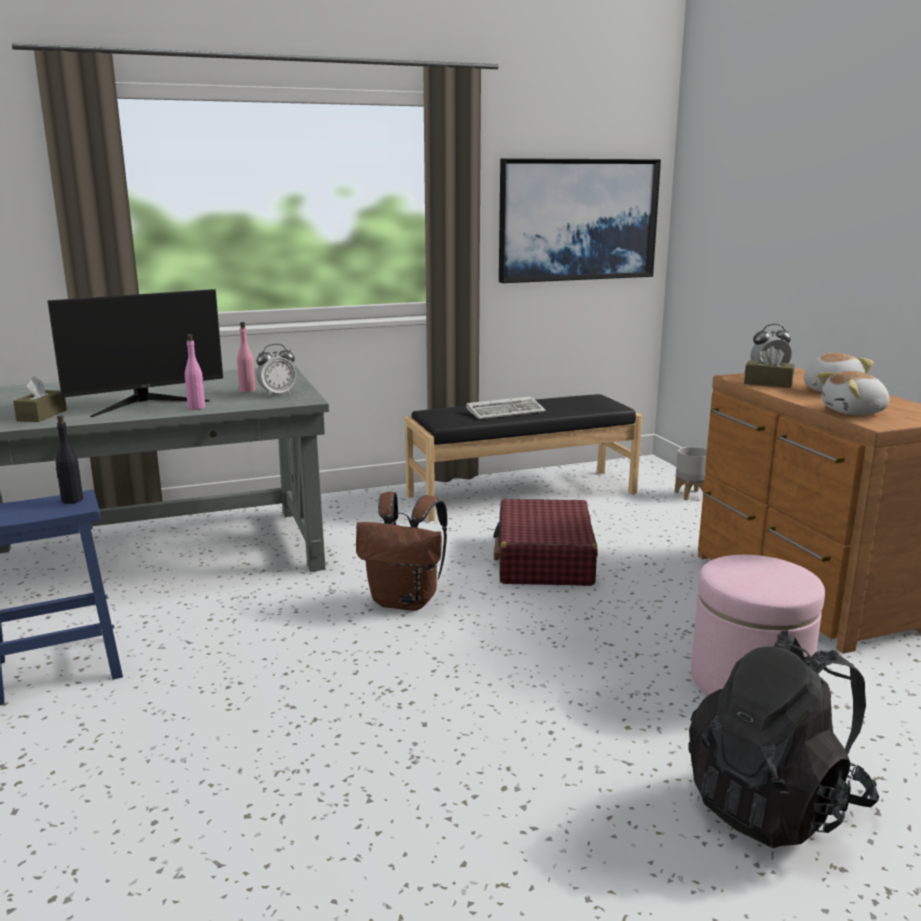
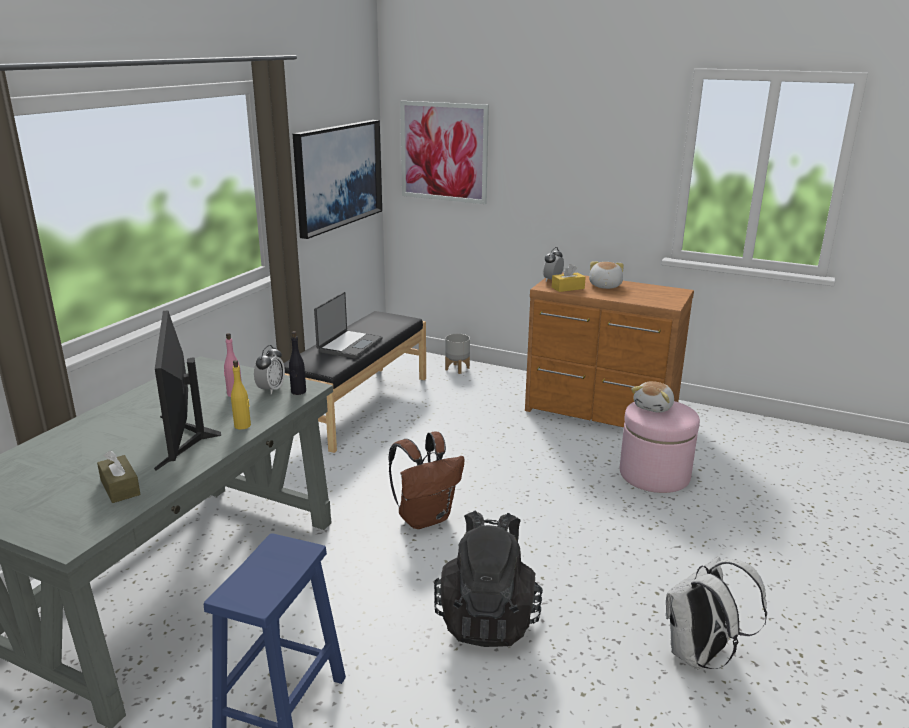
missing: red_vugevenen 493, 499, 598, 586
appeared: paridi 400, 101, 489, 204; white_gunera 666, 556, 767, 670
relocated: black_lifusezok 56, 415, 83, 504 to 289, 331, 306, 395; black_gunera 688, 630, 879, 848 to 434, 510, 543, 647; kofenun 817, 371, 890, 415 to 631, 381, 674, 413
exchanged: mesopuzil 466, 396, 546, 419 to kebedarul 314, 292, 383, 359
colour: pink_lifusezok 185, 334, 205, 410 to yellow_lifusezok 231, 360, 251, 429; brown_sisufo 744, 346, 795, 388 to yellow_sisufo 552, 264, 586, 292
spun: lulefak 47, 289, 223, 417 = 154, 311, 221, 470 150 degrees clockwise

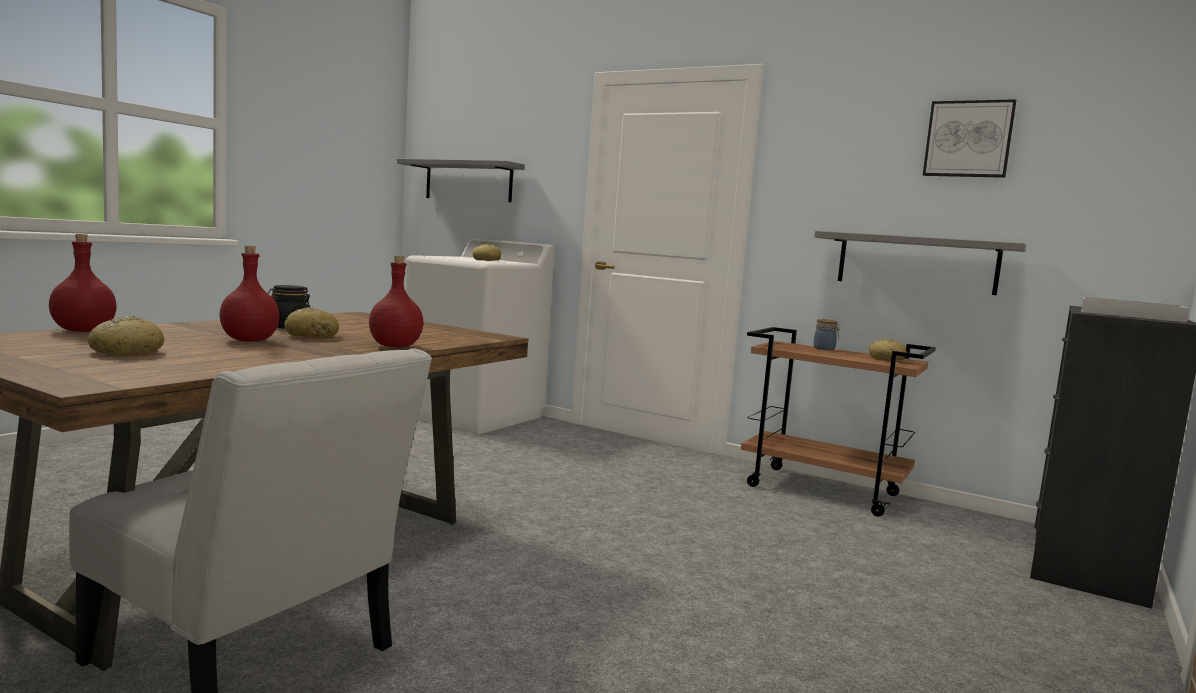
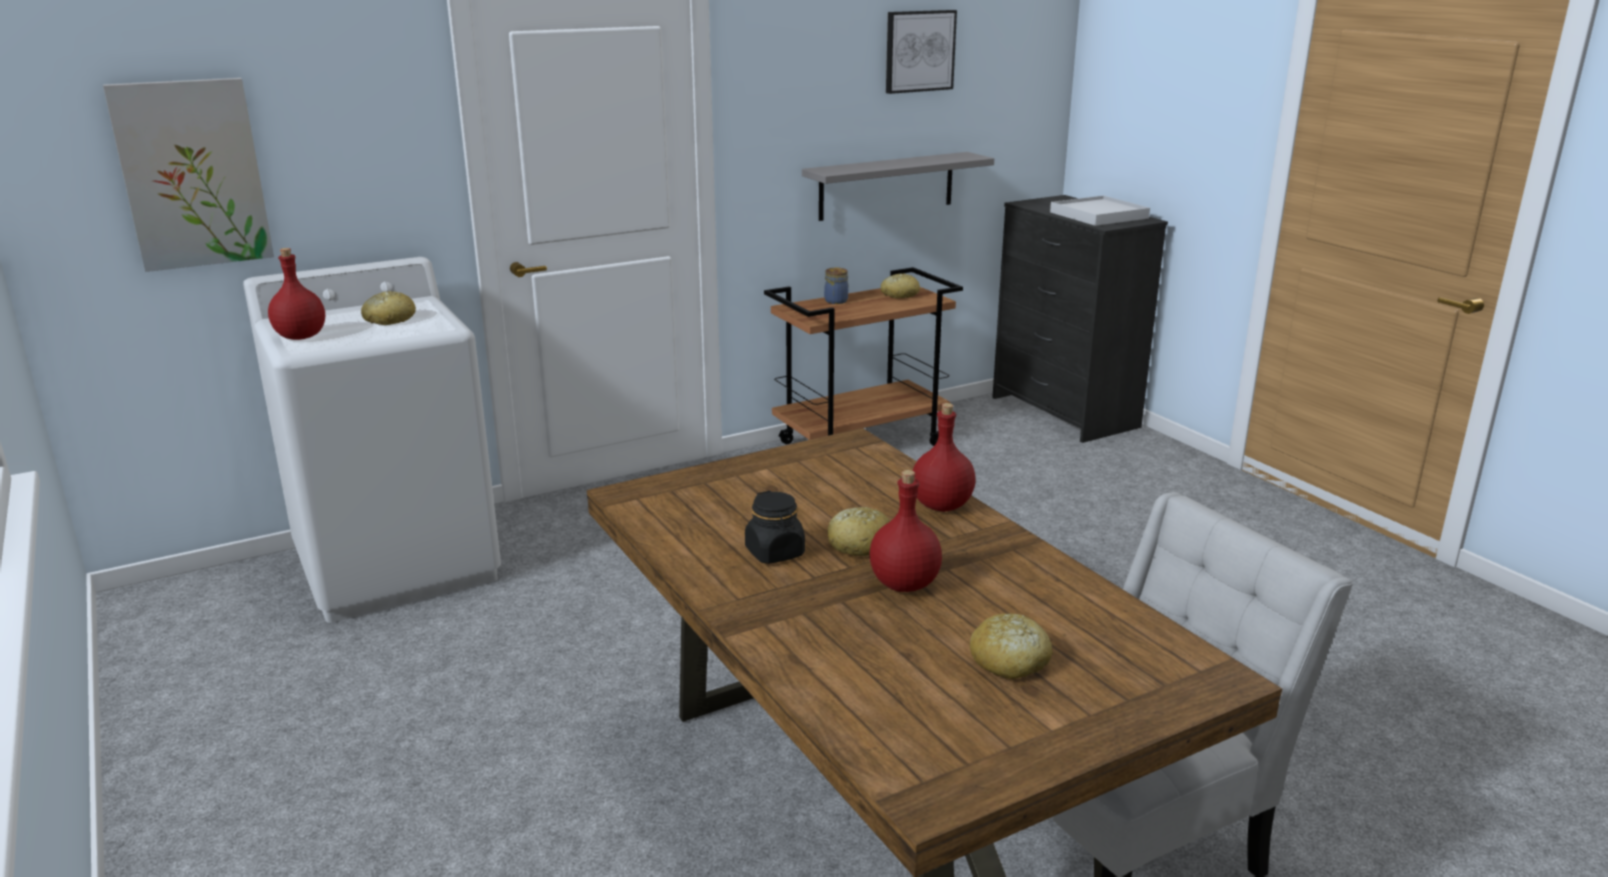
relocated: red_lifusezok 49, 234, 117, 332 to 268, 248, 325, 340
exchanged: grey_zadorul 397, 159, 525, 202 to paridi 103, 78, 274, 272

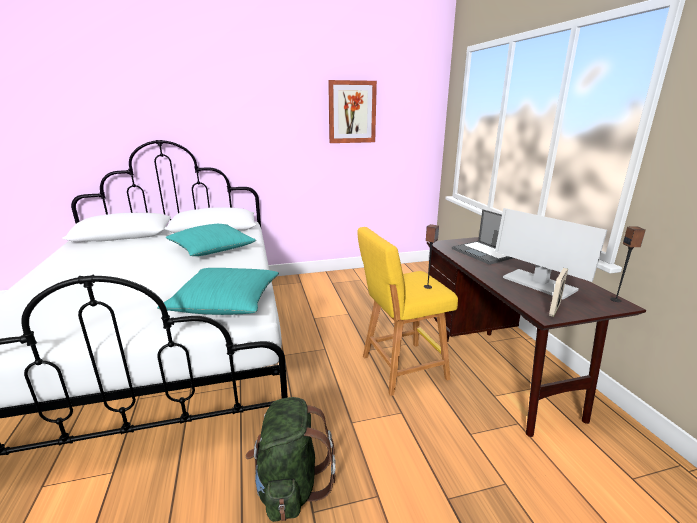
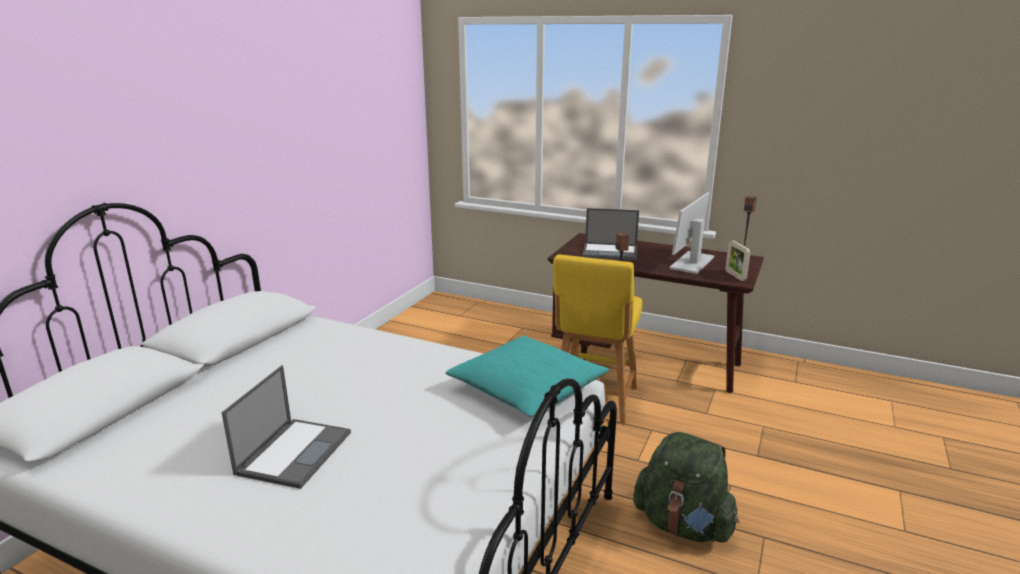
missing: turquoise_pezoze 166, 224, 256, 256; paridi 328, 80, 377, 143
appeared: kebedarul 222, 365, 351, 489
spun: lulefak 495, 208, 607, 300 = 670, 192, 714, 274 120 degrees clockwise

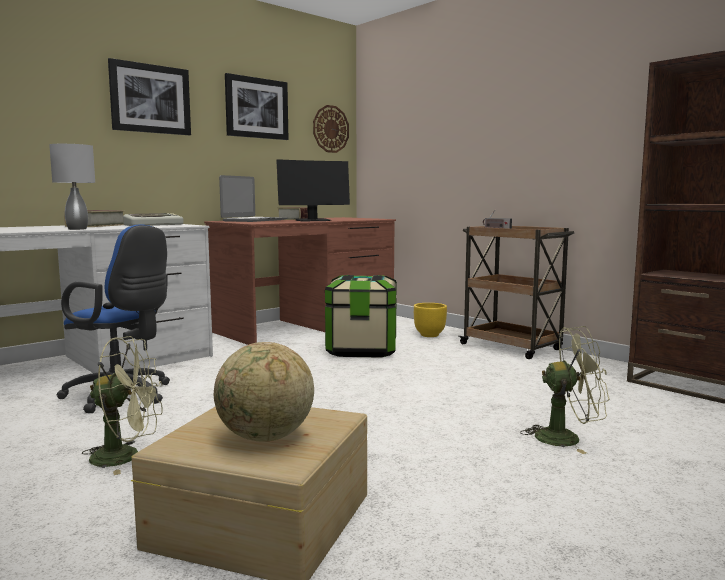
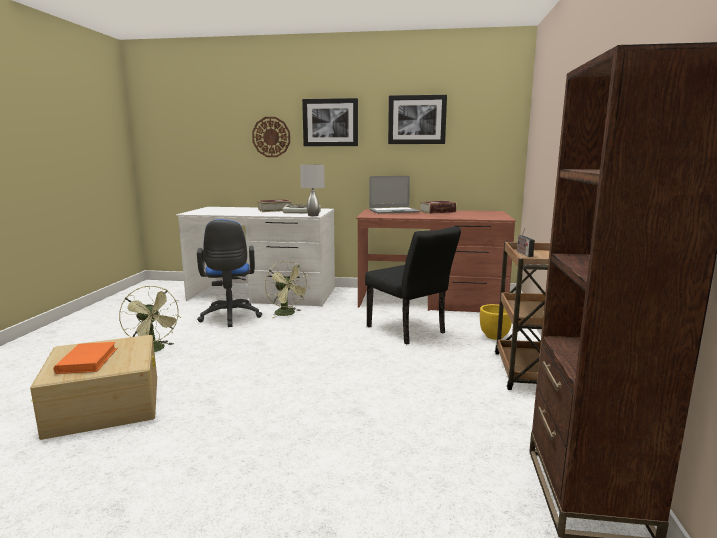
missing: lulefak 277, 159, 350, 221
relocated: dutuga 313, 105, 349, 153 to 252, 117, 290, 157; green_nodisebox 520, 326, 609, 454 to 265, 261, 309, 318; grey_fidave 49, 144, 95, 230 to 300, 164, 325, 216
exchanged: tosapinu 214, 342, 314, 442 to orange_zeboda 54, 342, 118, 374; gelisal 325, 275, 397, 358 to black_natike 365, 226, 461, 344

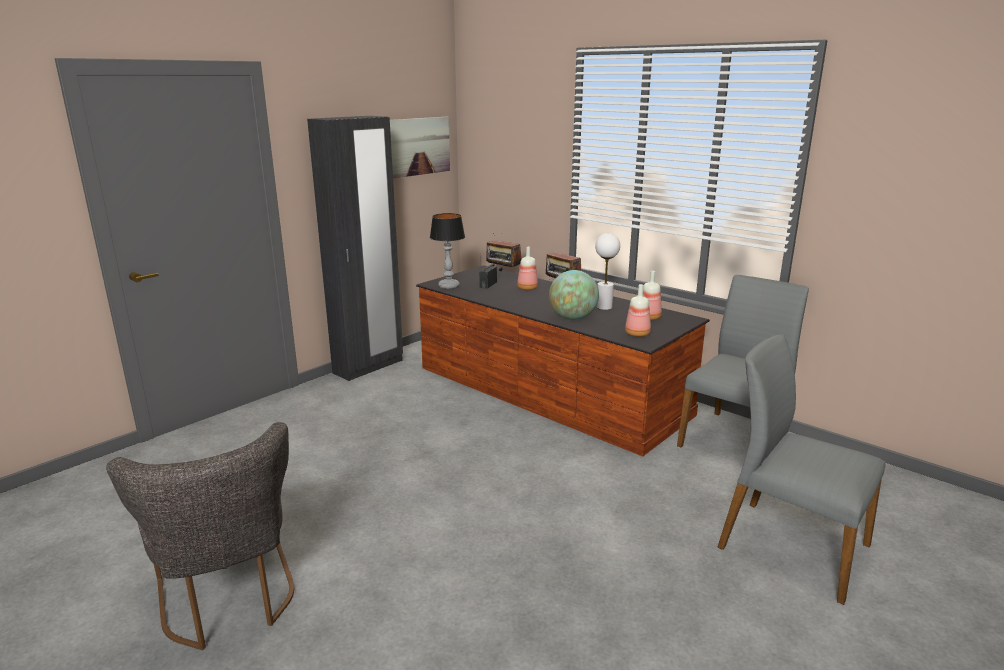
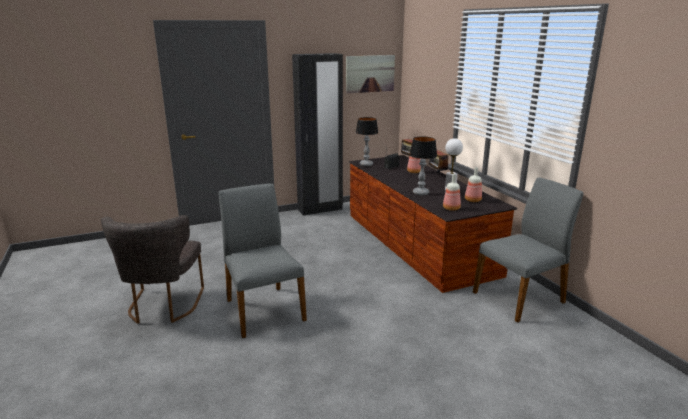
relocated: grey_natike 717, 335, 886, 605 to 218, 184, 307, 338
exchanged: tosapinu 549, 270, 599, 320 to fidave 409, 136, 437, 196

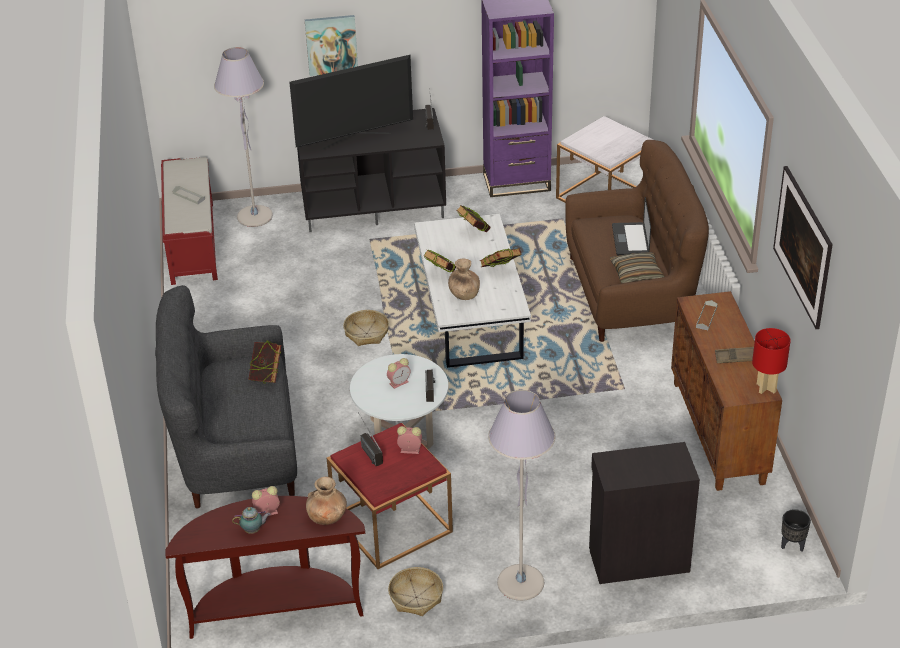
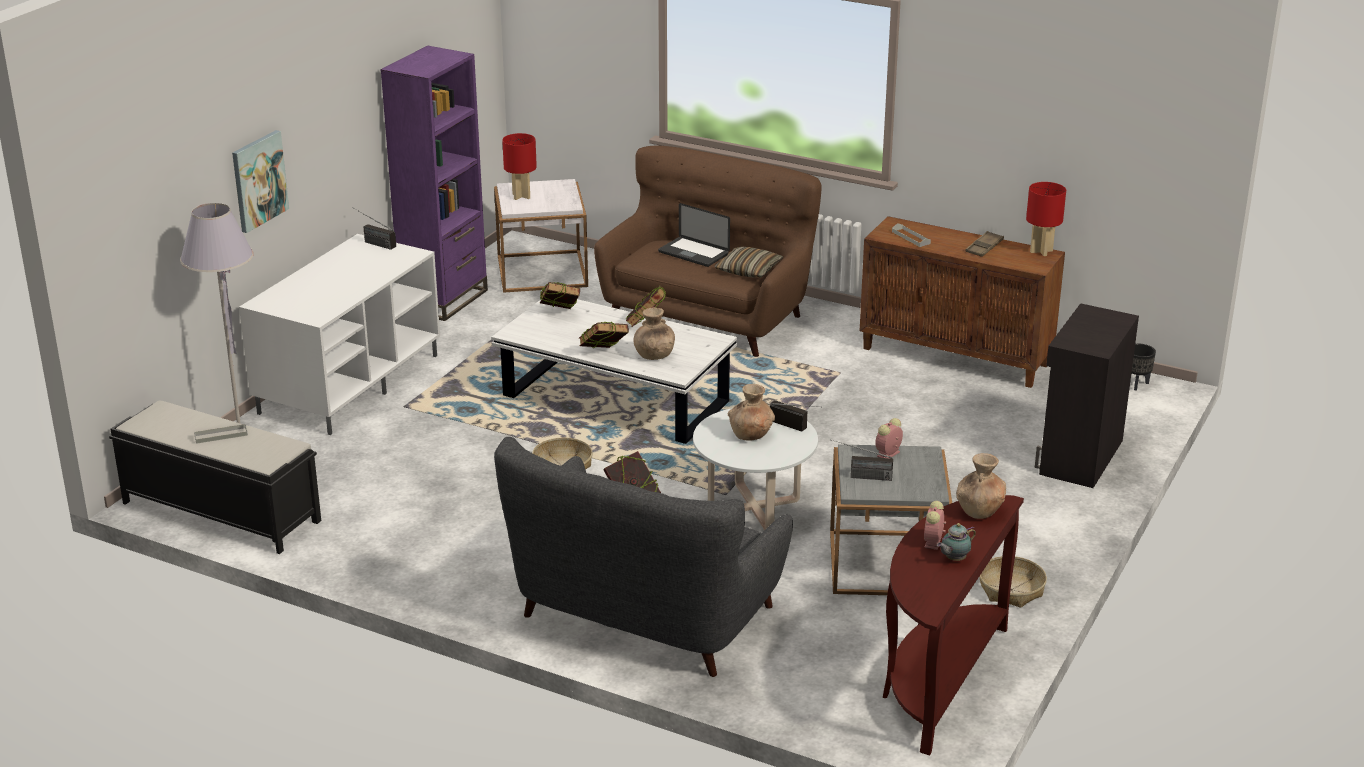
missing: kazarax 289, 55, 413, 150; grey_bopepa 488, 390, 556, 601; paridi 773, 166, 833, 329
appeared: red_fidave 502, 133, 537, 200
exchanged: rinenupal 387, 358, 410, 389 to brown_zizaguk 728, 384, 775, 441
colour: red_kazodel 161, 157, 218, 285 to black_kazodel 109, 400, 321, 554; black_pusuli 297, 108, 446, 232 to white_pusuli 239, 234, 440, 435; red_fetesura 327, 423, 453, 569 to grey_fetesura 830, 444, 952, 595
spun: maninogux 232, 507, 271, 534 = 937, 523, 976, 561 150 degrees counterclockwise

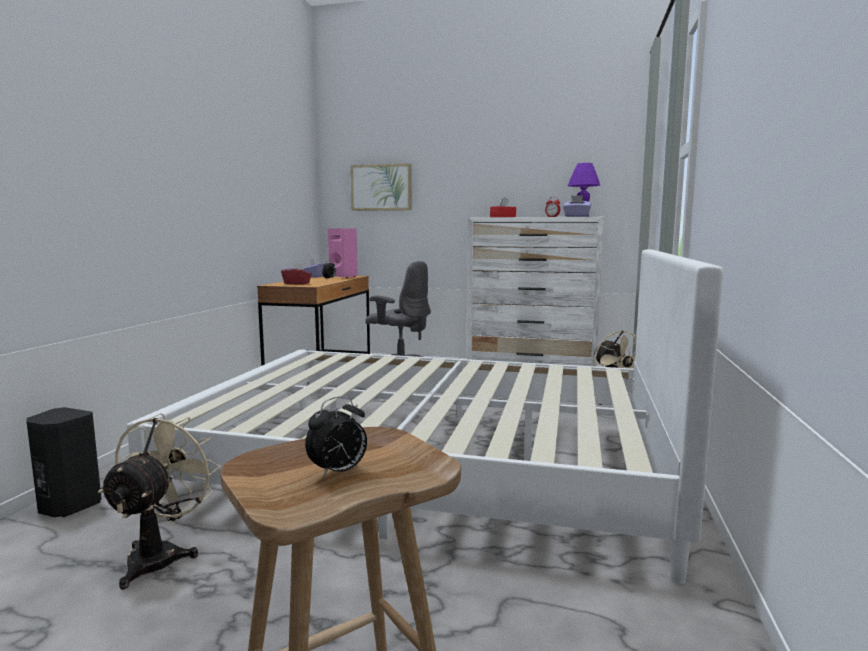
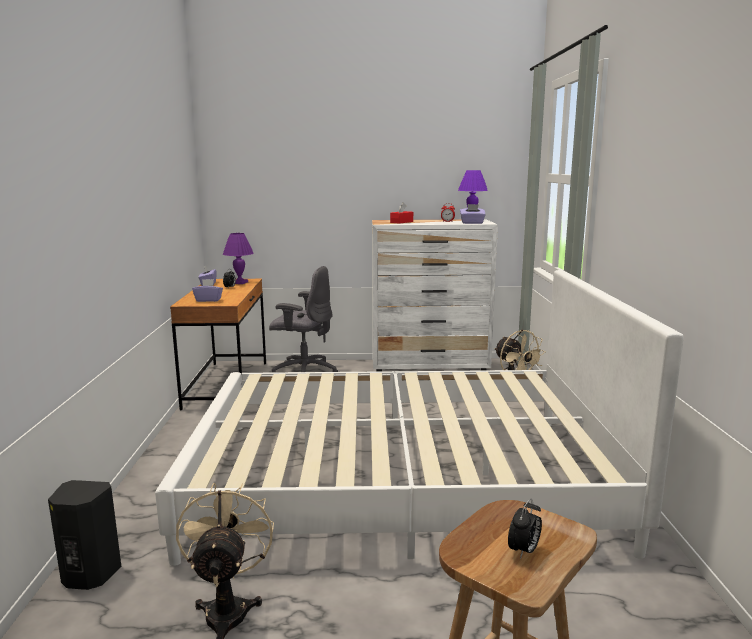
missing: paridi 350, 163, 412, 211
exchanged: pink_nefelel 328, 228, 357, 278 to purple_fidave 223, 233, 254, 284
colour: red_sisufo 281, 263, 312, 285 to purple_sisufo 192, 279, 223, 302

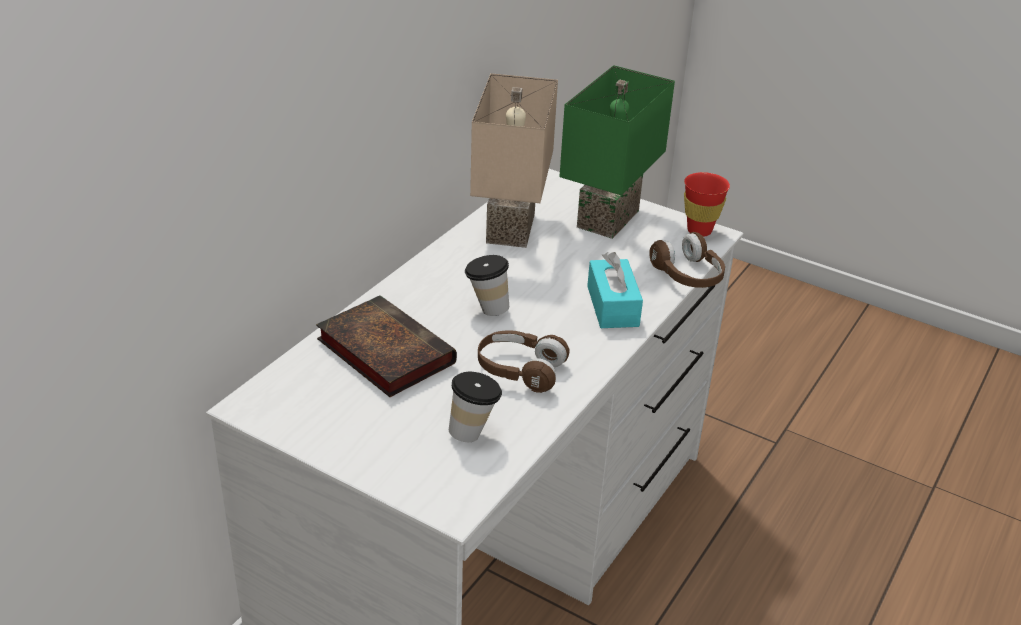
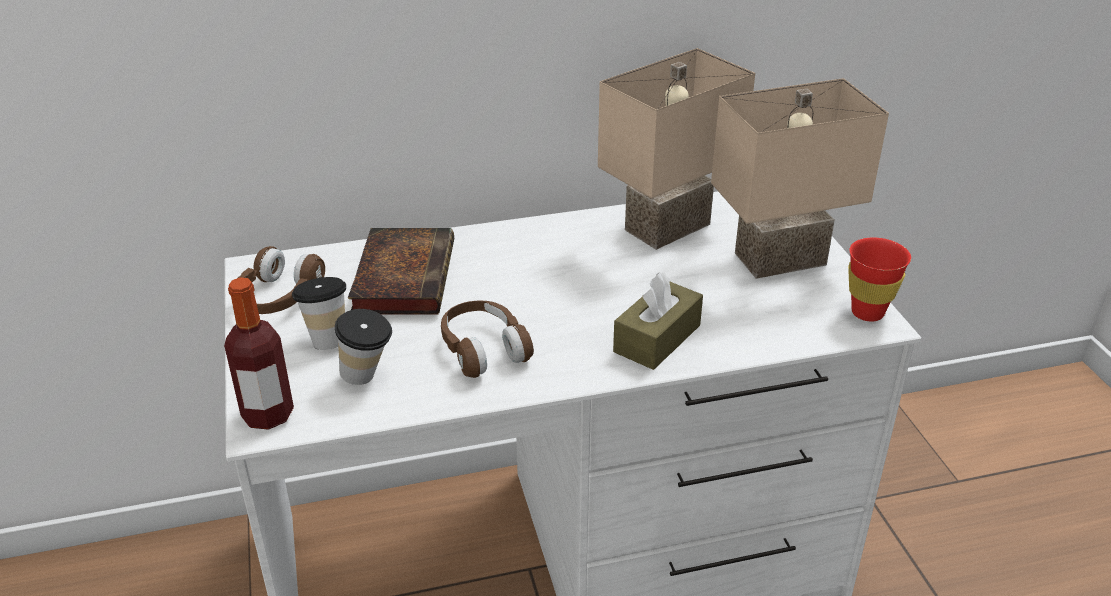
appeared: lifusezok 224, 277, 294, 430
relocated: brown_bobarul 649, 232, 725, 288 to 238, 246, 325, 314; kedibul 465, 255, 509, 316 to 292, 277, 346, 350
colour: turquoise_sisufo 587, 252, 643, 328 to brown_sisufo 613, 272, 703, 370; green_fidave 559, 65, 675, 239 to beige_fidave 711, 78, 889, 279

